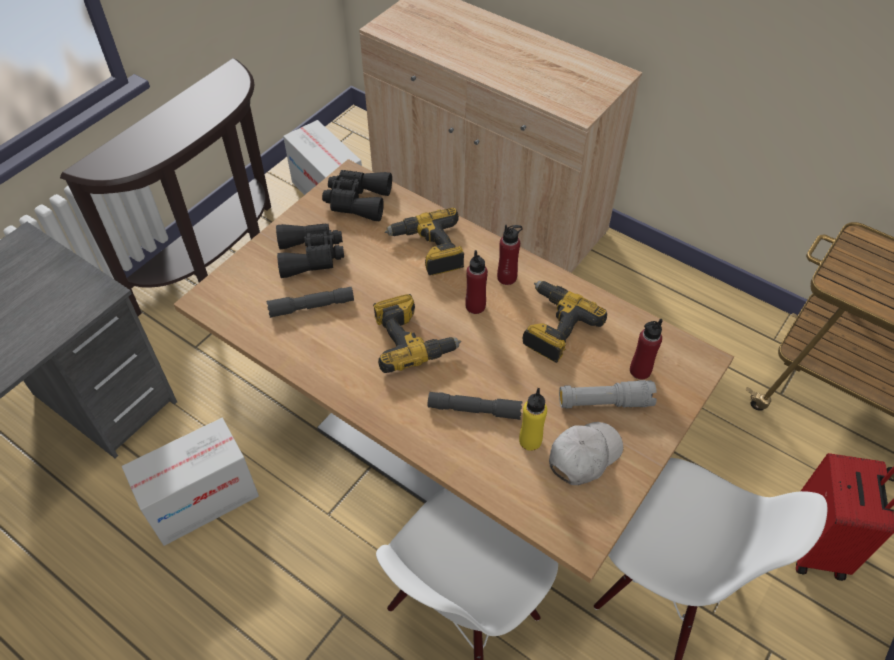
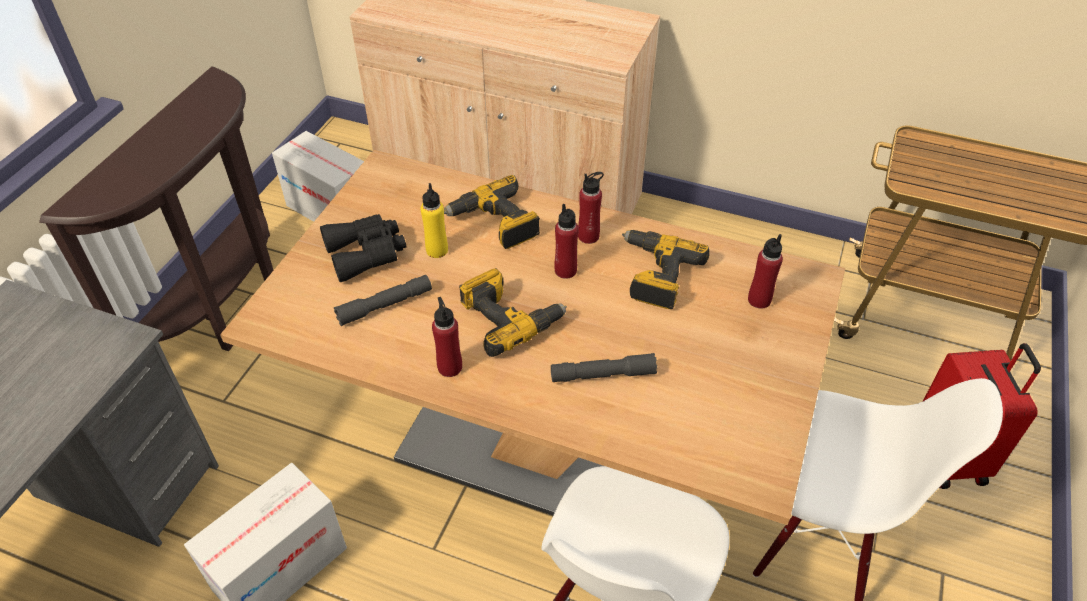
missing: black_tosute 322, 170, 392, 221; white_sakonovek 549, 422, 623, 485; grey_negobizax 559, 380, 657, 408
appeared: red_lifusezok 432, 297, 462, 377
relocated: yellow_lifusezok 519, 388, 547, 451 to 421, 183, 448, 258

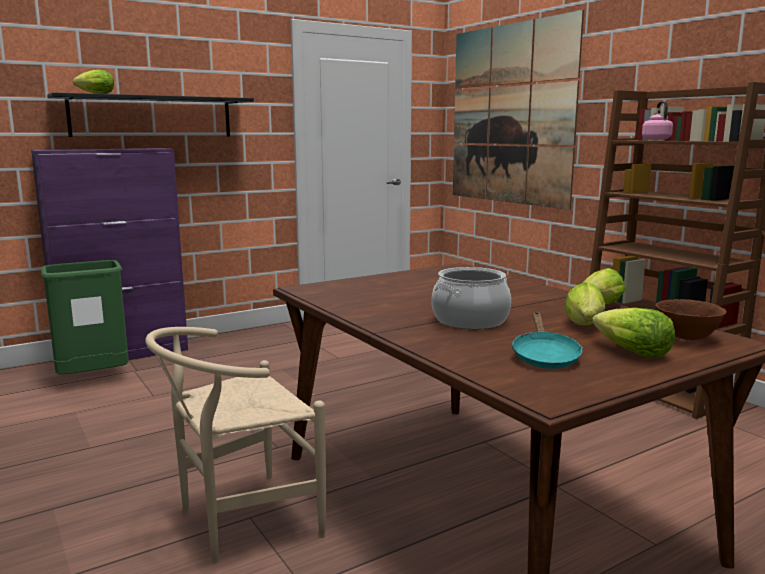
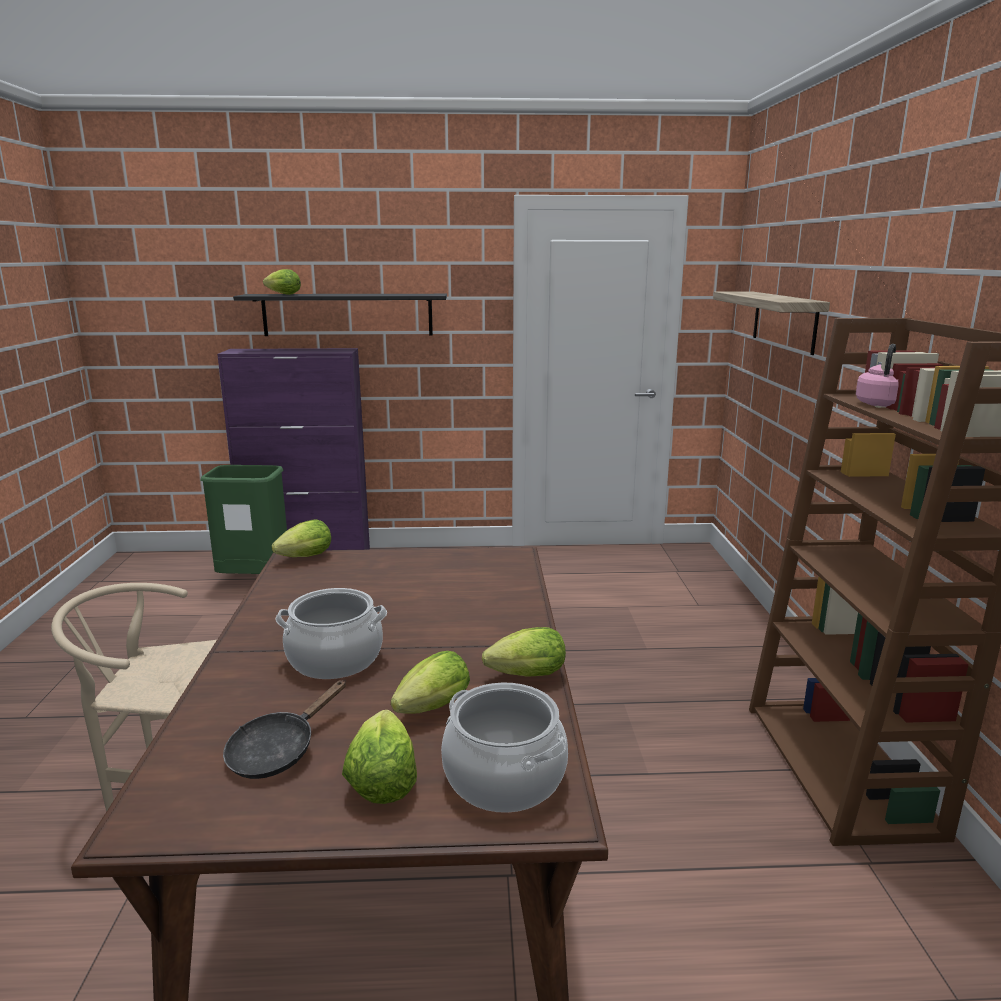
appeared: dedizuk 271, 519, 331, 557
exchanged: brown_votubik 655, 299, 727, 340 to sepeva 441, 683, 568, 813; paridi 453, 10, 584, 210 to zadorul 713, 292, 830, 355
colour: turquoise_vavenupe 511, 312, 583, 369 to black_vavenupe 223, 680, 346, 779

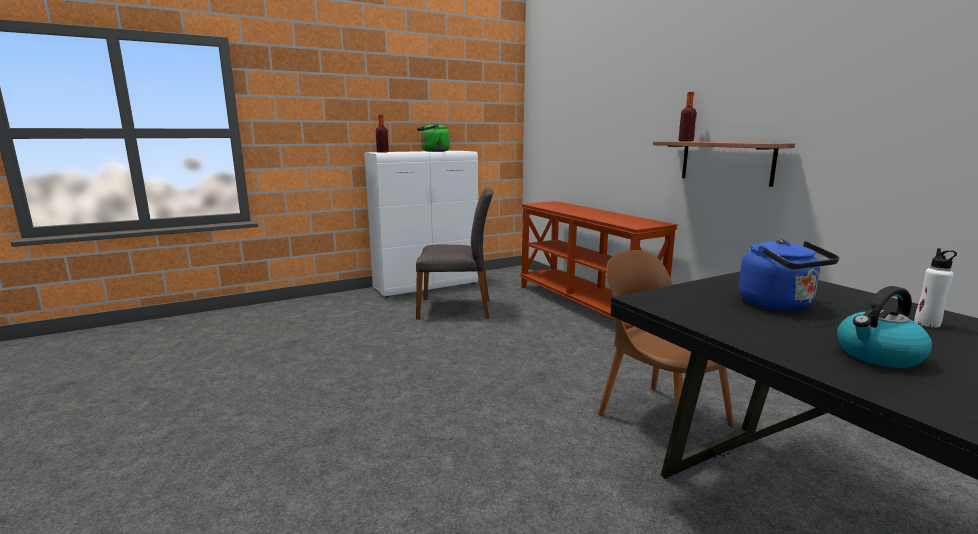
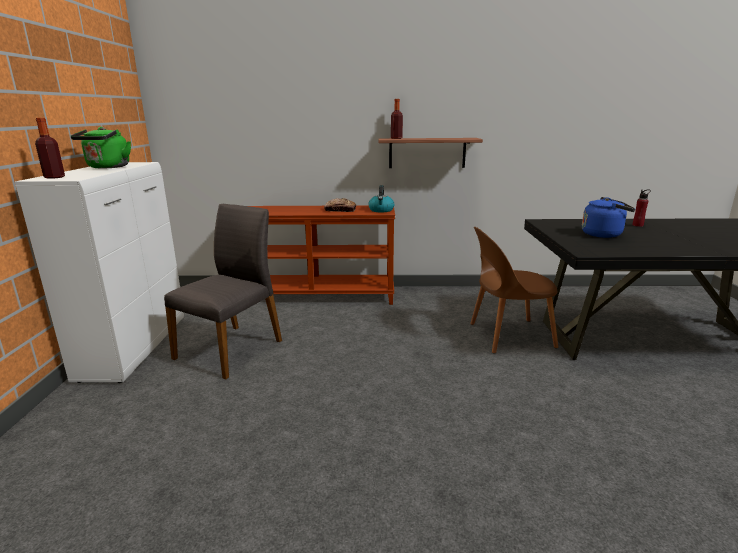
appeared: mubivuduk 324, 198, 356, 212
relocated: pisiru 837, 286, 932, 368 to 368, 185, 394, 212
colour: white_lifusezok 914, 248, 957, 327 to red_lifusezok 633, 189, 651, 227

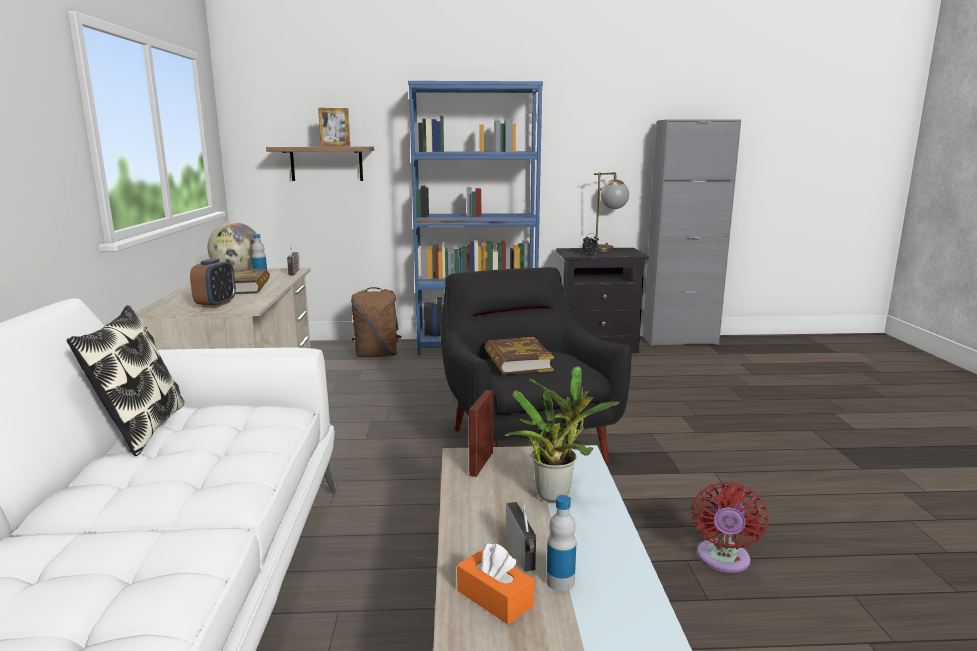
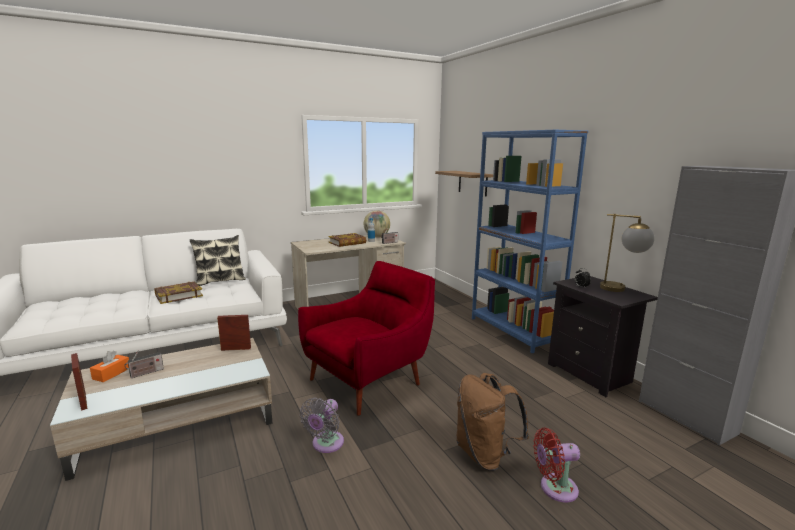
missing: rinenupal 190, 258, 236, 308; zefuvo 505, 366, 620, 502; lifusezok 546, 495, 576, 591
appeared: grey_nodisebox 300, 398, 344, 453
relocated: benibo 318, 108, 350, 147 to 71, 353, 87, 410; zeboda 485, 337, 554, 375 to 154, 281, 203, 304; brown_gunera 351, 287, 402, 357 to 456, 373, 529, 471; red_nodisebox 691, 482, 769, 573 to 533, 428, 580, 503
colour: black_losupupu 441, 267, 631, 463 to red_losupupu 298, 261, 435, 416

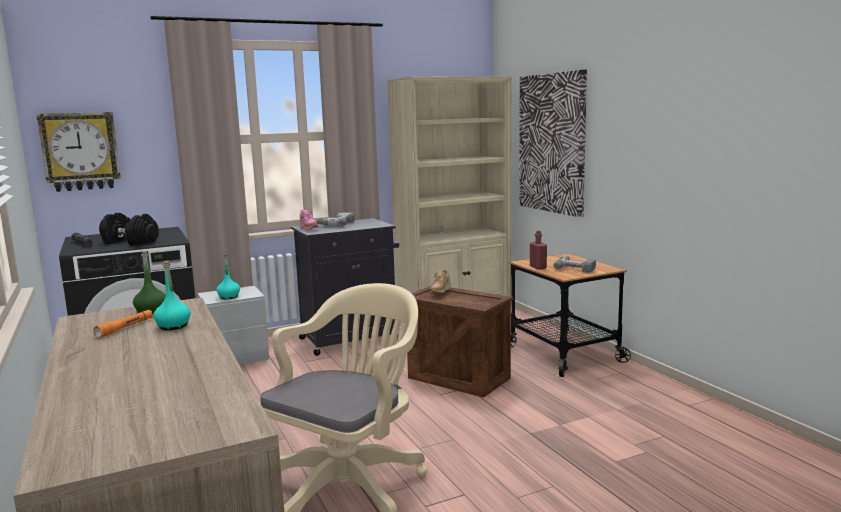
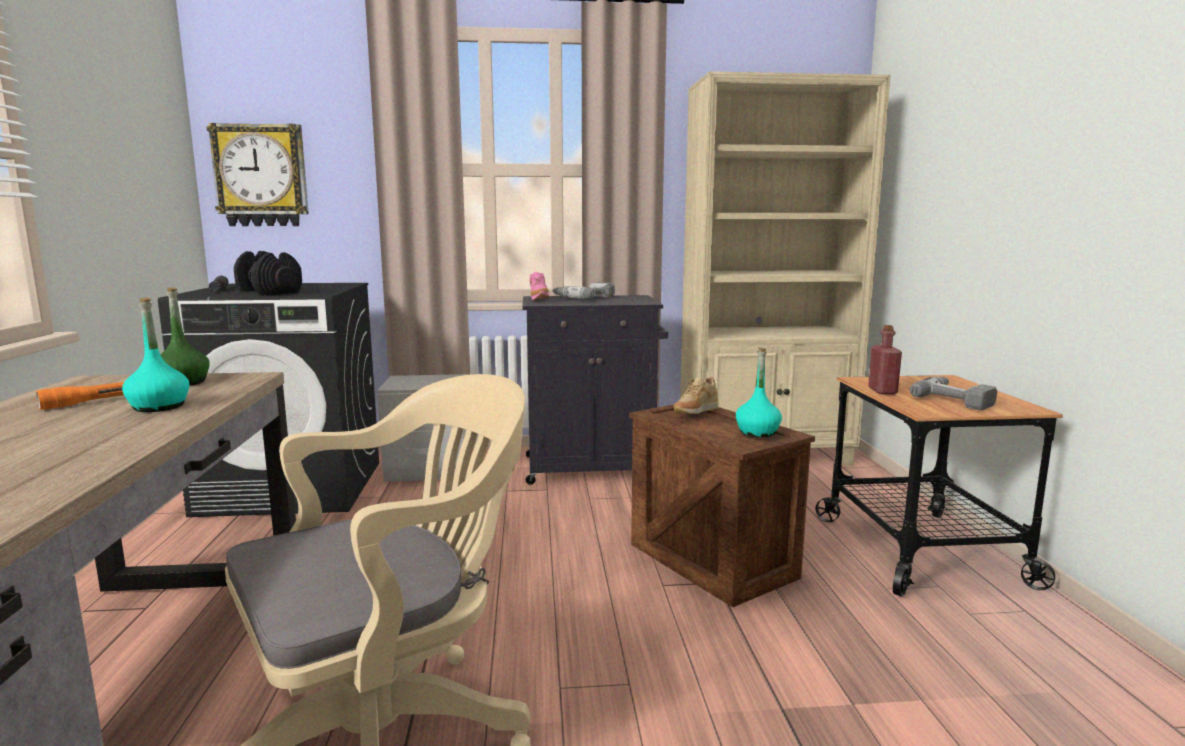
missing: paridi 519, 69, 587, 217
relocated: turquoise_lifusezok 216, 255, 240, 299 to 736, 348, 782, 437

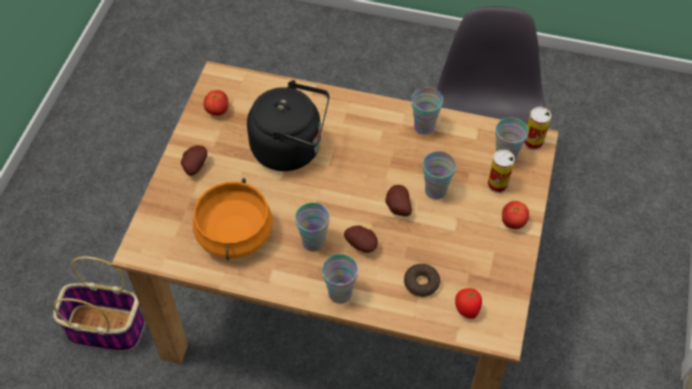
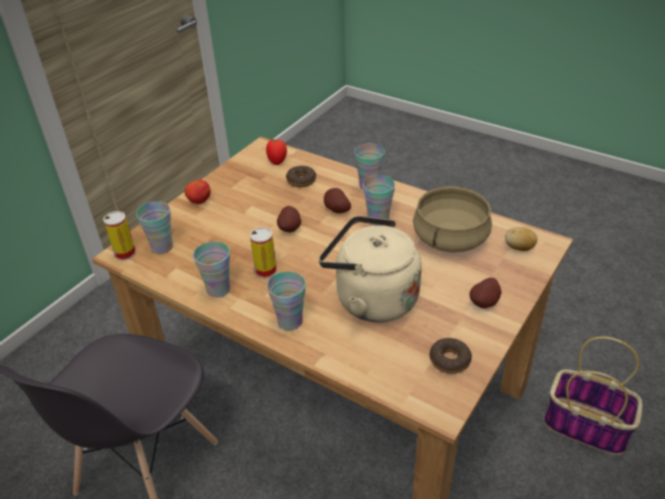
appeared: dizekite 505, 227, 538, 251
relocated: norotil 487, 149, 515, 193 to 250, 227, 277, 278; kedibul 423, 151, 456, 199 to 267, 271, 306, 330
exchanged: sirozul 204, 90, 228, 116 to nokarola 430, 338, 472, 374
colour: black_pisiru 247, 80, 330, 171 to beige_pisiru 319, 216, 422, 322; orange_sepeva 193, 178, 273, 260 to beige_sepeva 413, 186, 492, 252

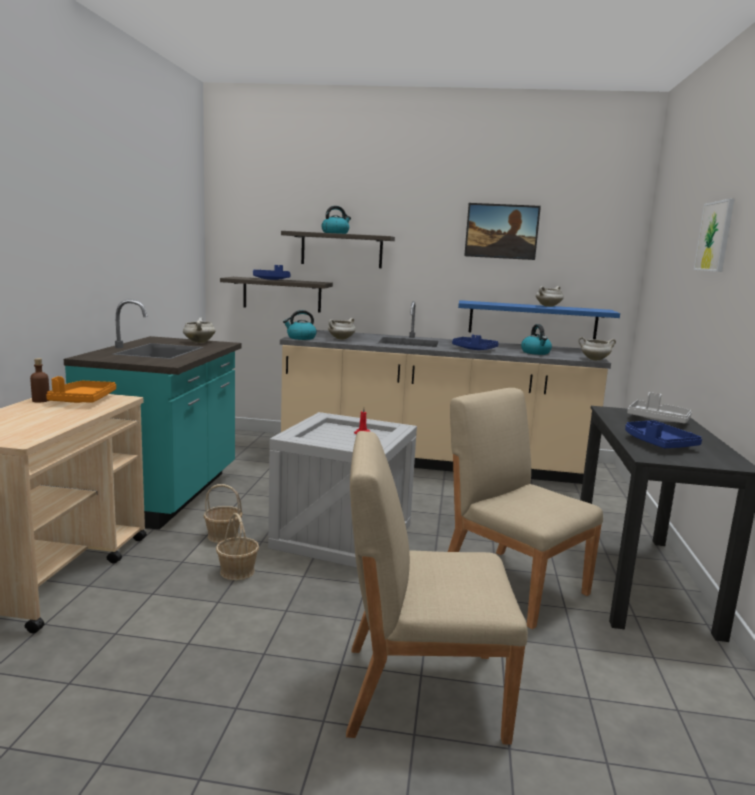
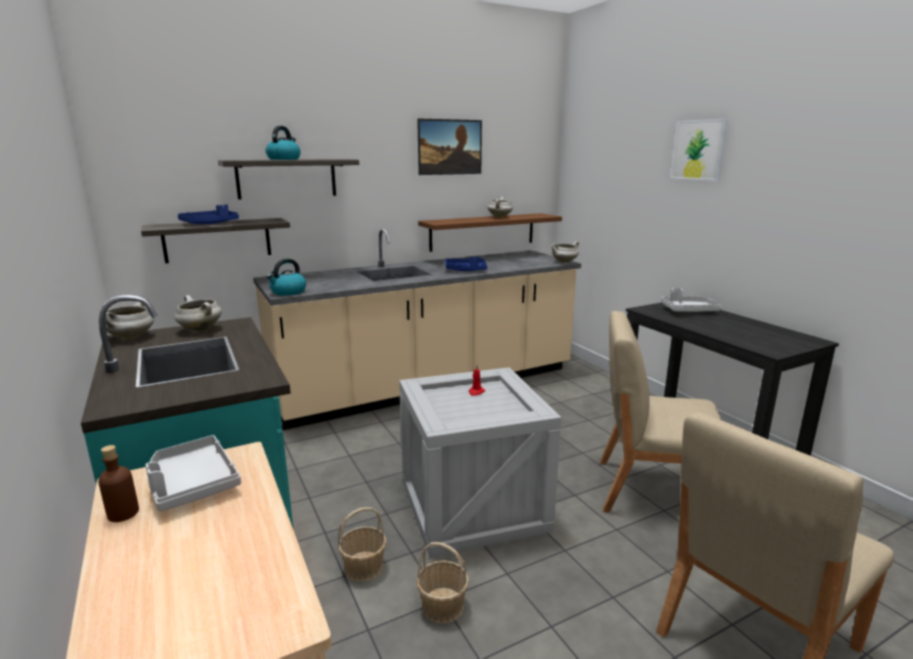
missing: pisiru 521, 324, 552, 355; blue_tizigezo 625, 420, 702, 448
relocated: white_sepeva 328, 318, 356, 340 to 106, 302, 154, 340
colour: orange_tizigezo 46, 376, 116, 403 to grey_tizigezo 145, 435, 241, 512; blue_zadorul 458, 300, 620, 339 to brown_zadorul 418, 213, 562, 252

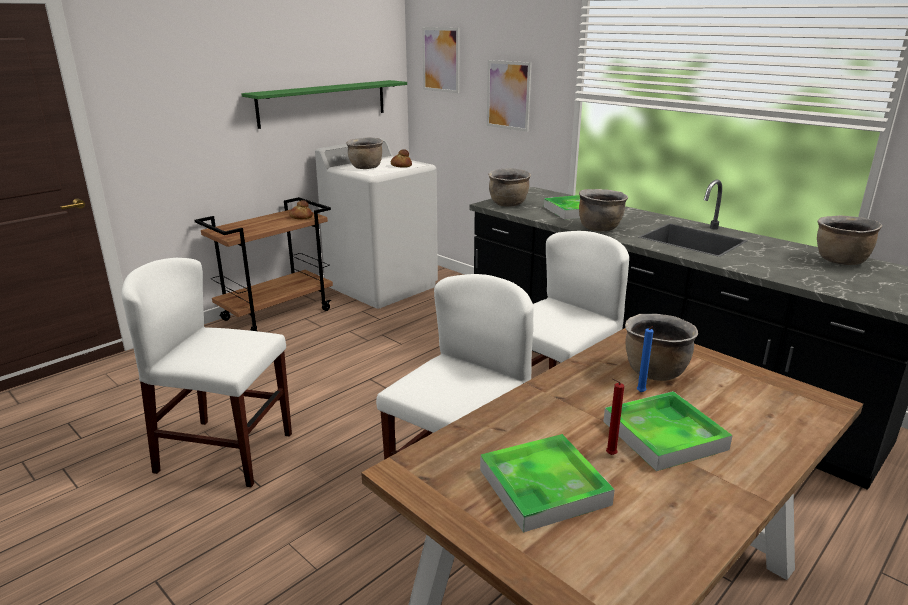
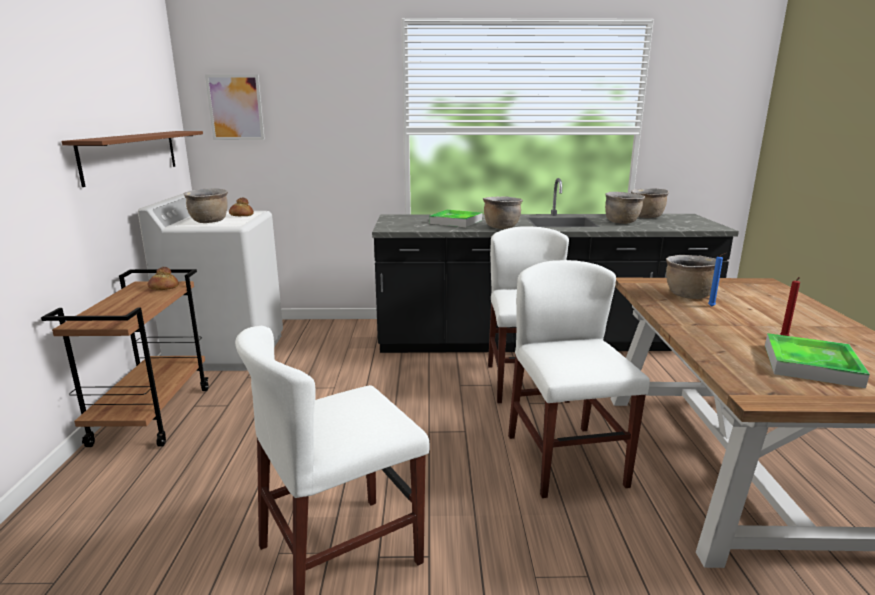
missing: paridi 487, 60, 532, 132; tizigezo 603, 391, 733, 471
relocated: brown_sepeva 488, 168, 531, 207 to 605, 192, 645, 224
colour: green_zadorul 241, 80, 407, 129 to brown_zadorul 62, 131, 203, 187

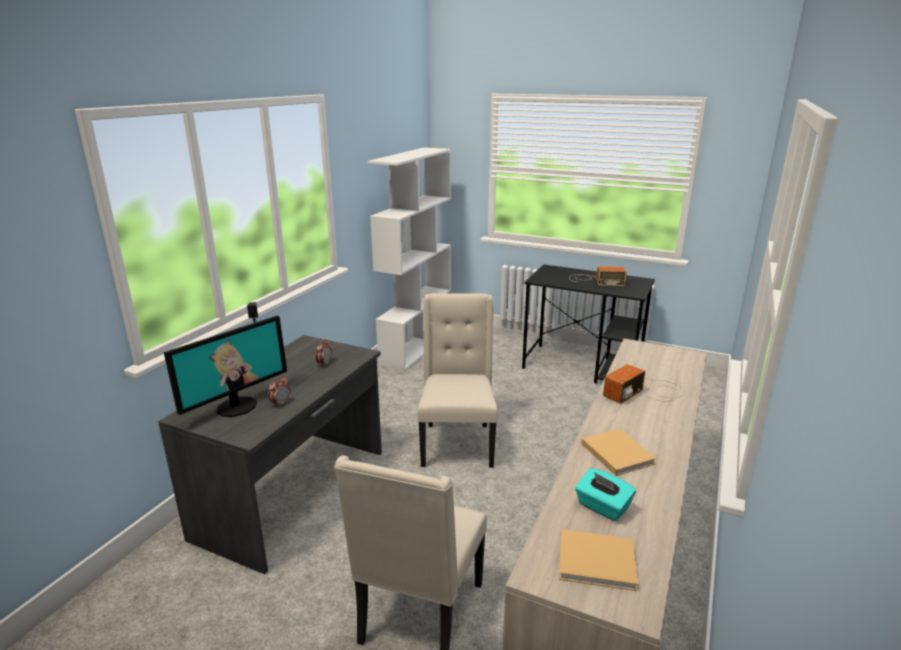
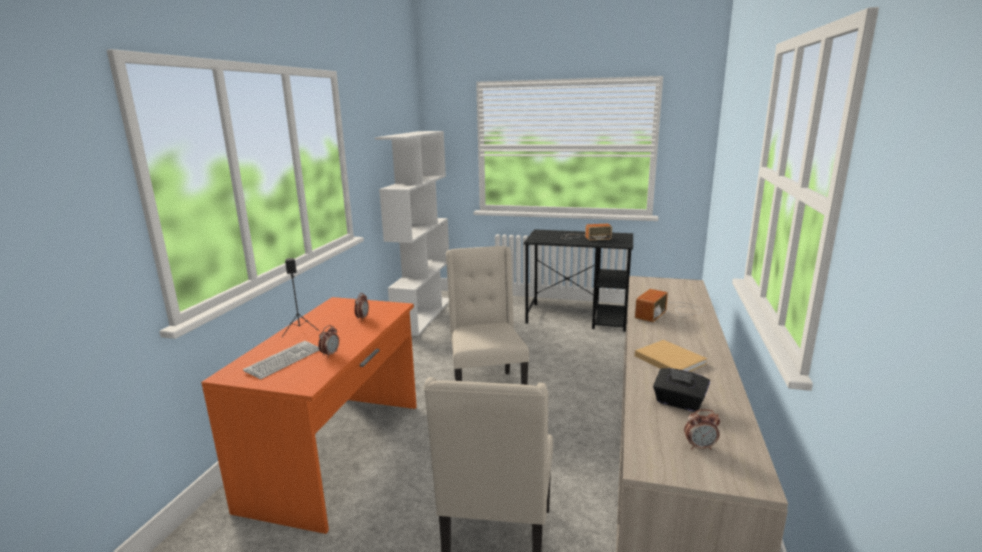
exchanged: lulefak 164, 315, 287, 417 to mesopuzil 243, 341, 319, 379; beige_zeboda 559, 529, 638, 591 to rinenupal 684, 409, 720, 450
colour: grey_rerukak 158, 335, 382, 574 to orange_rerukak 201, 297, 417, 534; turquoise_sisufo 575, 468, 636, 521 to black_sisufo 653, 368, 710, 412

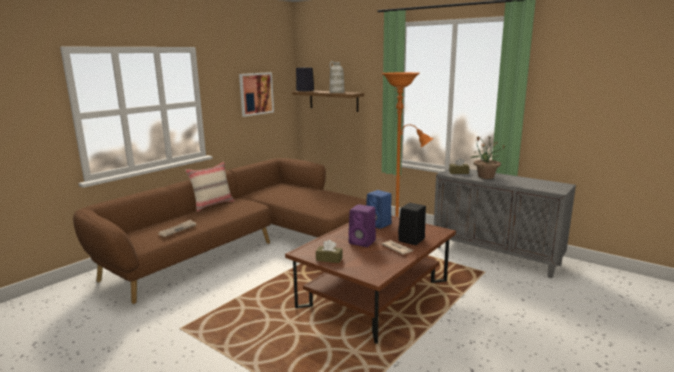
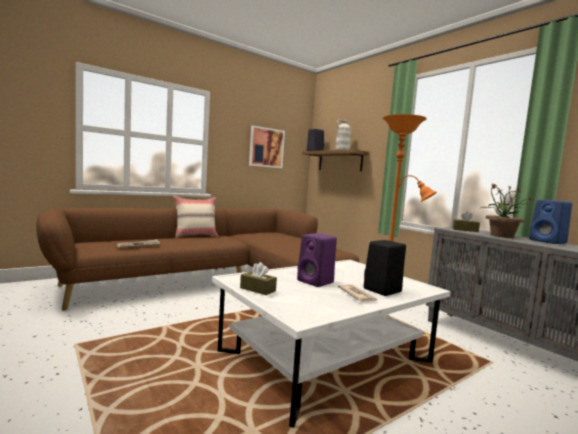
relocated: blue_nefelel 366, 190, 391, 229 to 529, 199, 572, 244
colour: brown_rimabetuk 285, 215, 456, 343 to white_rimabetuk 212, 260, 451, 428

